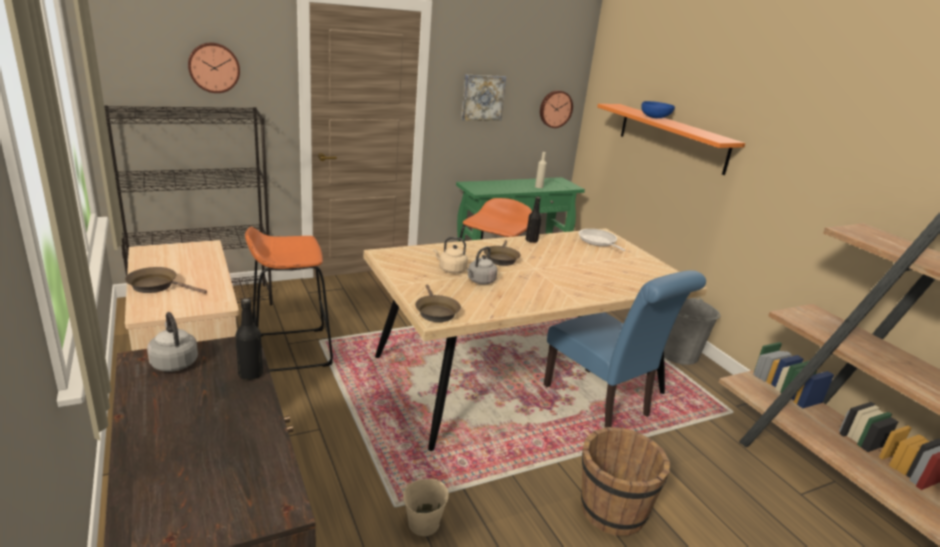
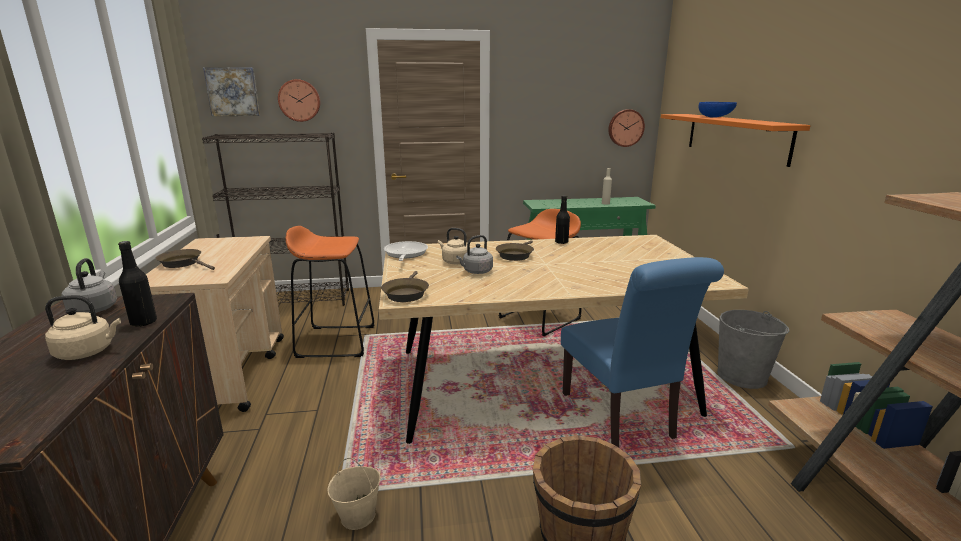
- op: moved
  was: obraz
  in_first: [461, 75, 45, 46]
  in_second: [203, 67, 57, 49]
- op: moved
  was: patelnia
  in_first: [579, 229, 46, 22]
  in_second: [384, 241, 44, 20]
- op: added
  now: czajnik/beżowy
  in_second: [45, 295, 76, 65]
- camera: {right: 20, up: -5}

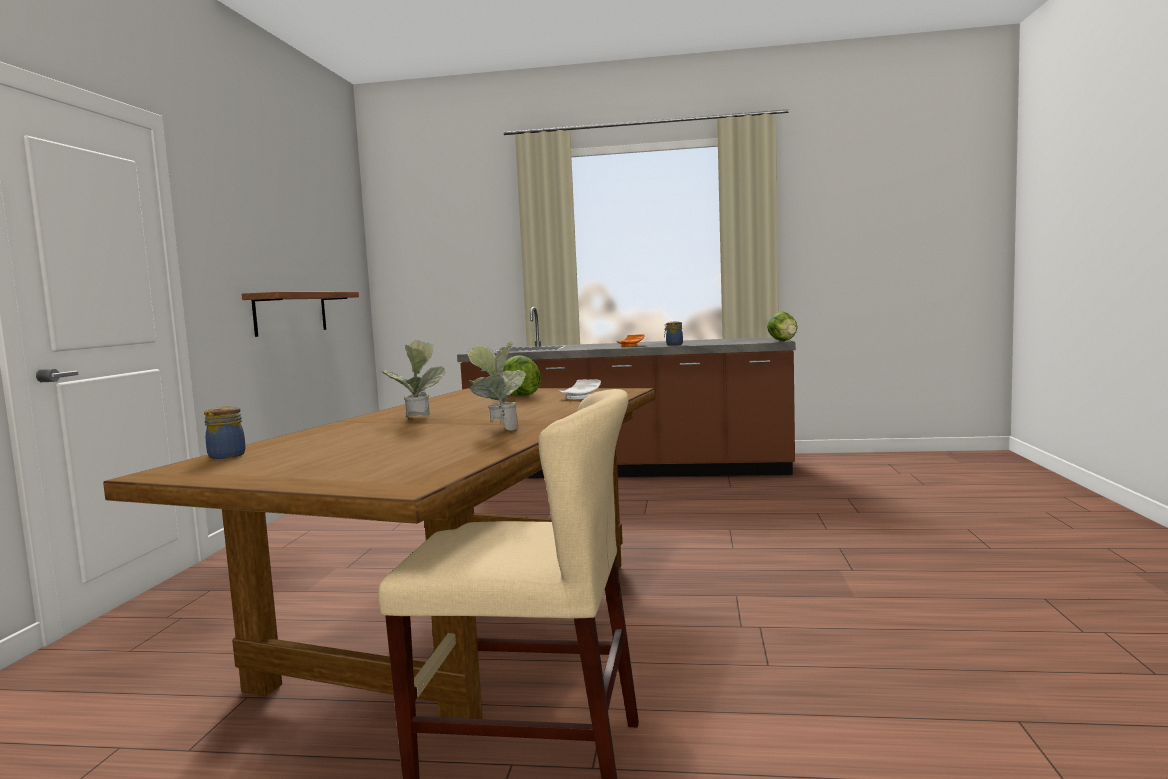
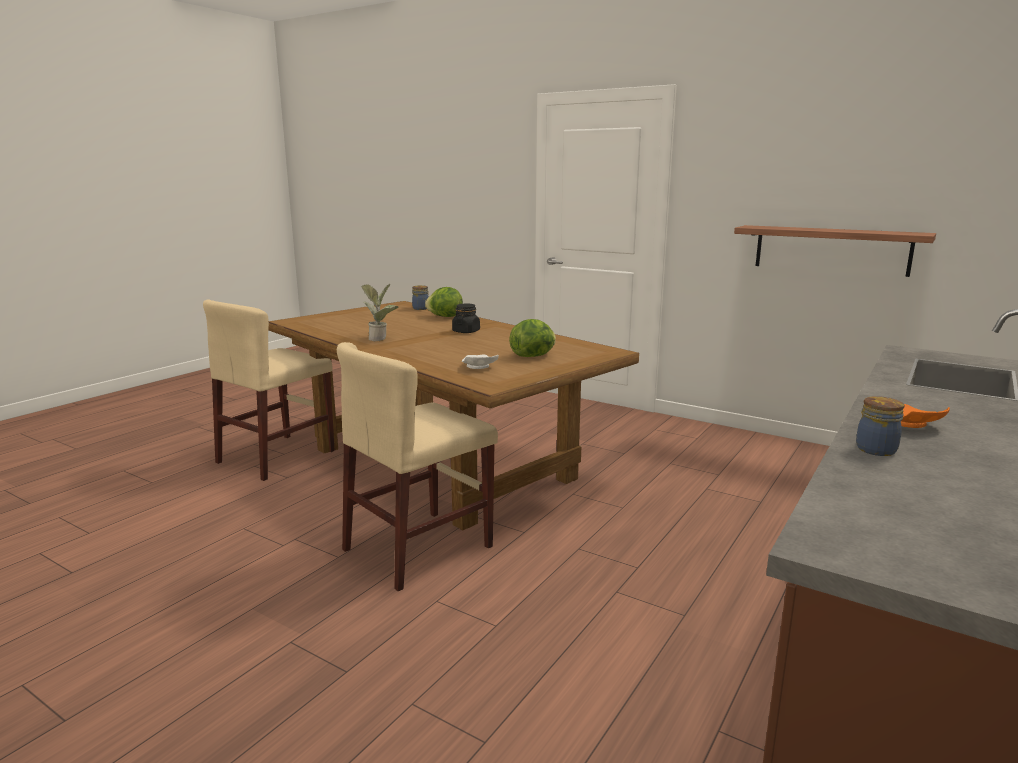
- op: moved
  was: sałata
  in_first: [767, 311, 31, 30]
  in_second: [425, 287, 38, 30]
- op: replaced
  was: roślina doniczkowa
  now: słoik/czarny
  in_first: [382, 340, 63, 77]
  in_second: [452, 304, 28, 29]
- op: added
  now: krzesło/beżowy
  in_second: [337, 342, 161, 249]
- camera: {right: 115, up: 10}

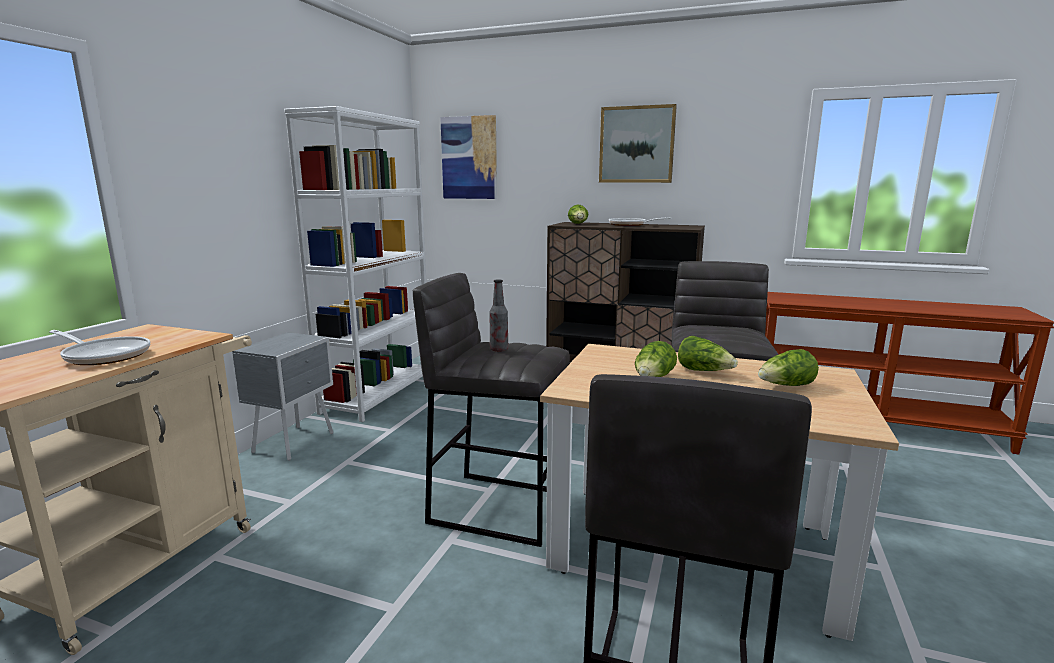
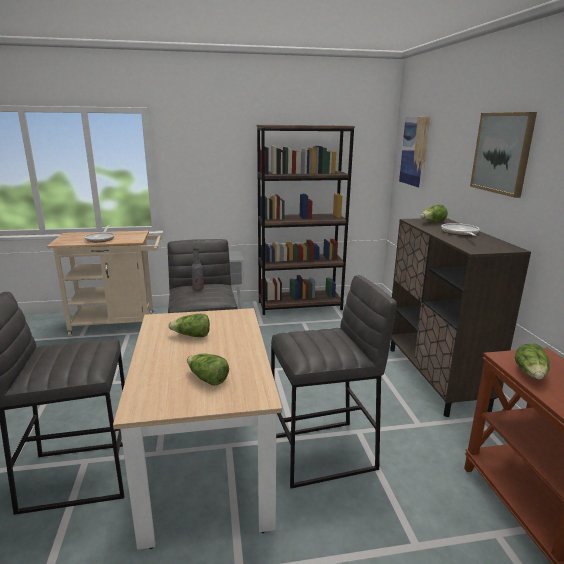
- op: recoloured
  was: regał/biały
  now: regał/brązowy
  in_first: [284, 106, 142, 316]
  in_second: [257, 125, 98, 190]
- op: moved
  was: sałata
  in_first: [678, 336, 60, 35]
  in_second: [515, 343, 35, 36]
- camera: {right: 60, up: 5}

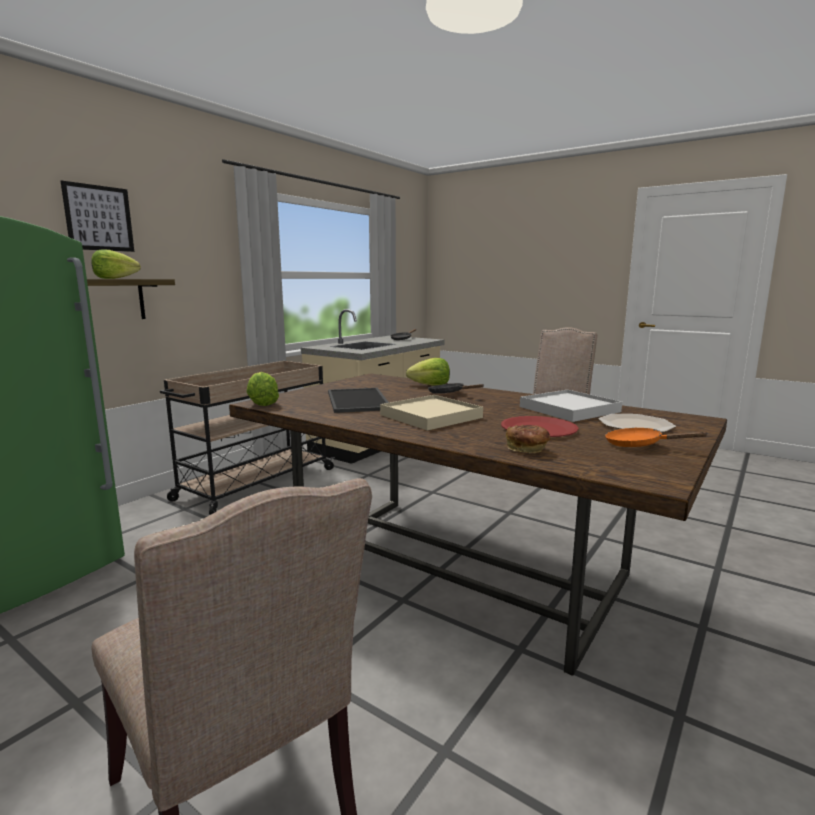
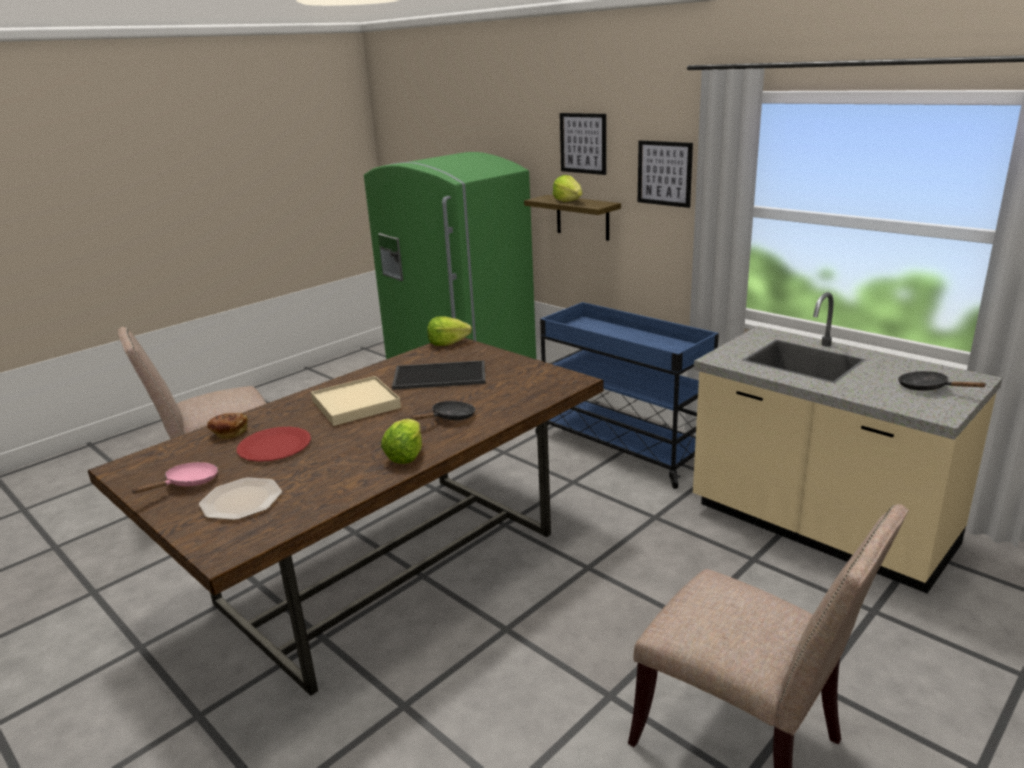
- op: moved
  was: sałata
  in_first: [406, 358, 44, 28]
  in_second: [381, 419, 41, 45]
- op: recoloured
  was: wózek/beżowy
  now: wózek/niebieski
  in_first: [160, 361, 175, 154]
  in_second: [535, 302, 184, 187]
- op: removed
  was: taca/biały
  in_first: [520, 390, 102, 32]
- op: recoloured
  was: patelnia/pomarańczowy
  now: patelnia/różowy
  in_first: [605, 427, 104, 20]
  in_second: [131, 462, 87, 32]
- op: added
  now: obraz
  in_second: [638, 140, 55, 68]
- camera: {right: 100, up: 10}

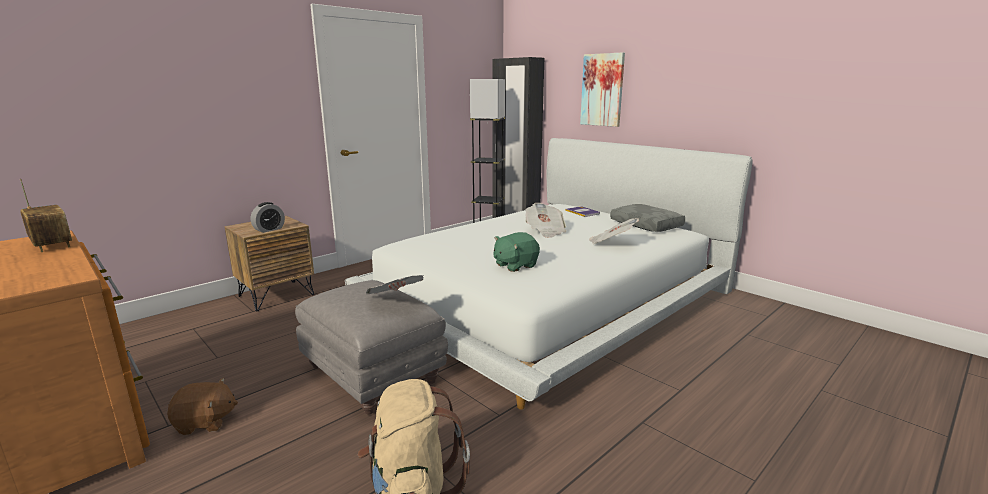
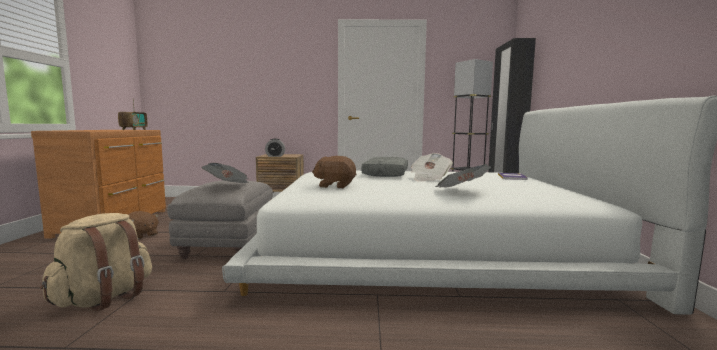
- op: removed
  was: obraz
  in_first: [580, 52, 45, 75]
- op: moved
  was: poduszka/szary
  in_first: [610, 204, 75, 28]
  in_second: [361, 157, 47, 20]
- op: recoloured
  was: pluszak/zielony
  now: pluszak/brązowy
  in_first: [494, 232, 46, 40]
  in_second: [312, 156, 45, 32]
- camera: {right: 45, up: -10}

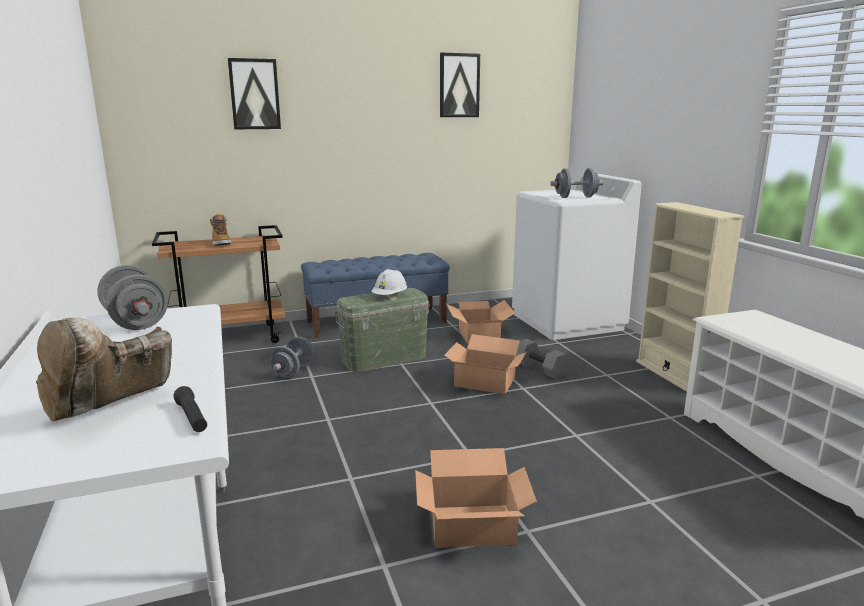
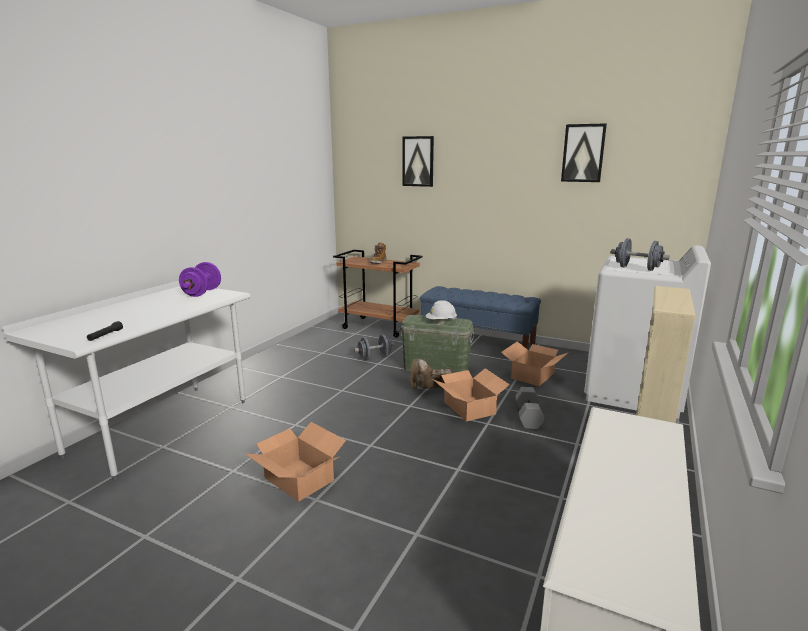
- op: recoloured
  was: hantel/szary
  now: hantel/fioletowy
  in_first: [97, 265, 71, 65]
  in_second: [179, 262, 42, 35]
- op: moved
  was: but z cholewką/brązowy
  in_first: [36, 317, 136, 104]
  in_second: [410, 359, 42, 30]
- camera: {right: 45, up: 0}

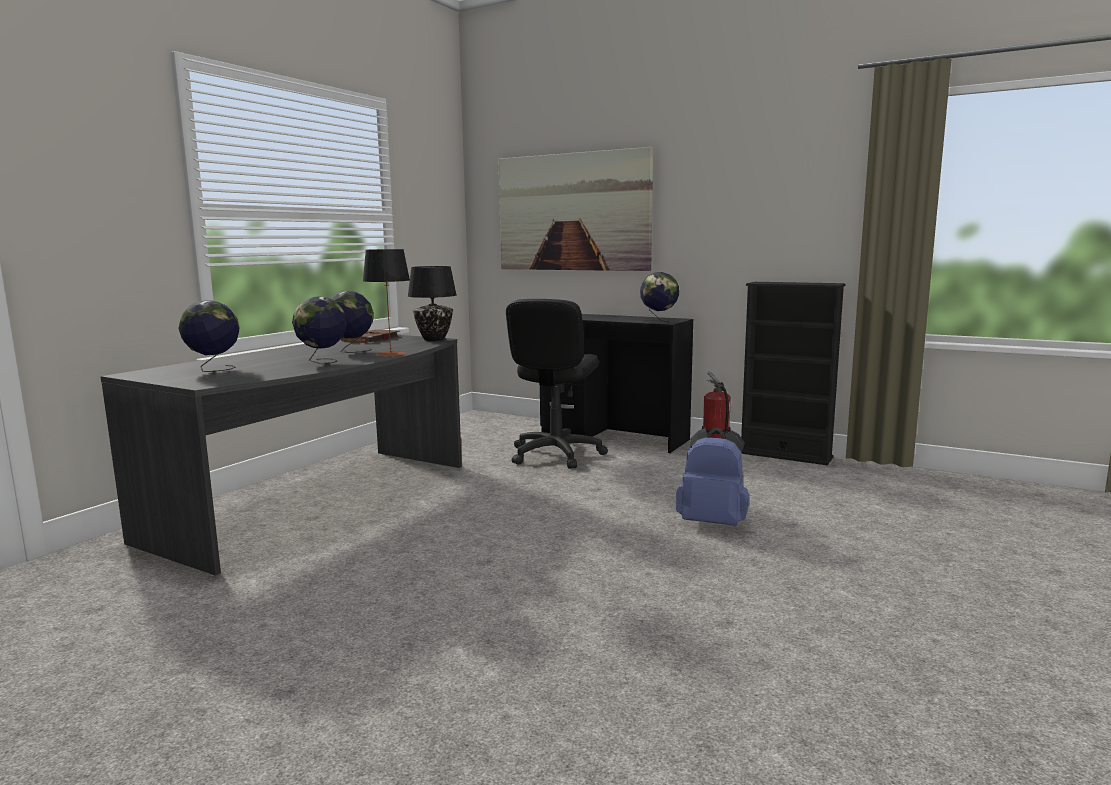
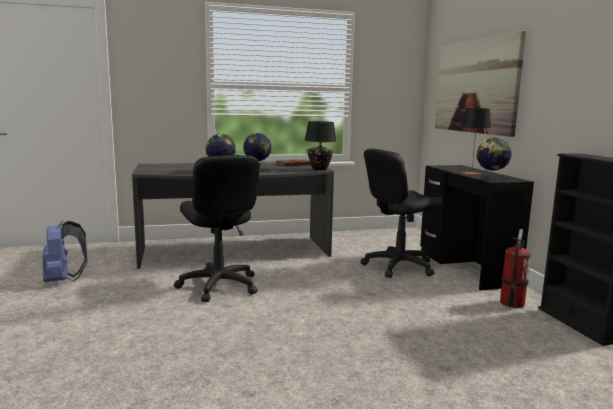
- op: moved
  was: lampa stołowa
  in_first: [363, 249, 47, 108]
  in_second: [461, 108, 30, 67]
- op: removed
  was: globus
  in_first: [178, 301, 62, 71]
- op: moved
  was: plecak/niebieski
  in_first: [676, 427, 73, 99]
  in_second: [42, 221, 46, 61]
- op: added
  now: krzesło biurowe/czarny
  in_second: [174, 155, 86, 147]
- camera: {right: 45, up: 0}

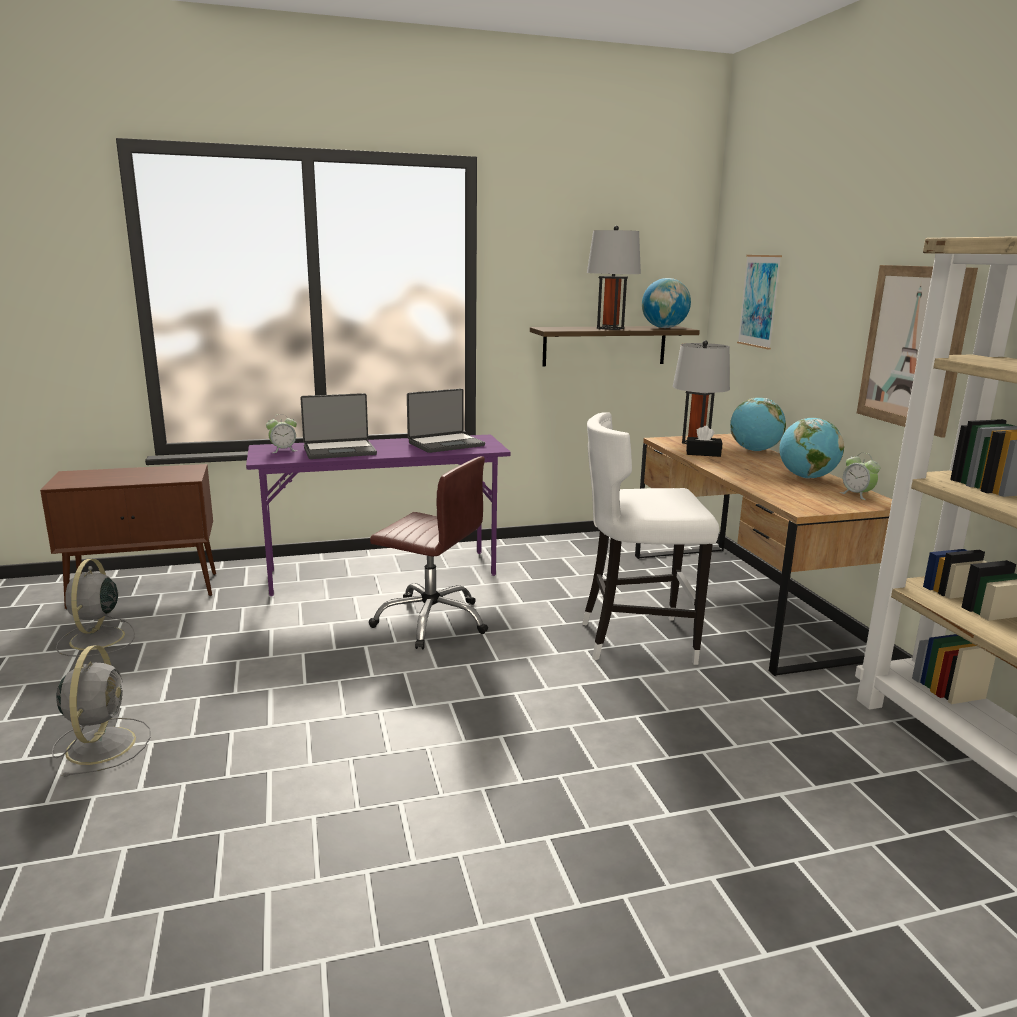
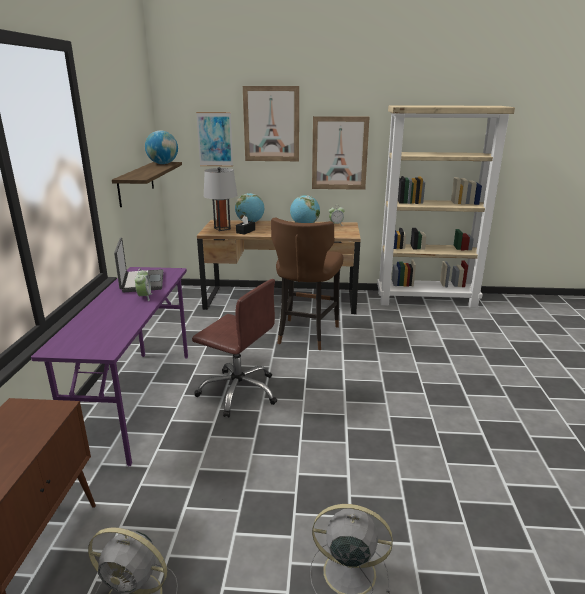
- op: removed
  was: lampa stołowa/szary
  in_first: [587, 226, 54, 104]
- op: removed
  was: laptop
  in_first: [300, 393, 77, 66]
- op: recoloured
  was: stołek/biały
  now: stołek/brązowy
  in_first: [582, 412, 137, 253]
  in_second: [271, 217, 72, 133]
- op: moved
  was: budzik
  in_first: [266, 414, 31, 39]
  in_second: [135, 269, 17, 32]
- op: turned
  was: krzesło biurowe/brązowy
  in_first: [369, 456, 119, 193]
  in_second: [192, 279, 85, 139]
  clockwise: 75
- op: added
  now: obraz
  in_second: [243, 86, 56, 75]
- camera: {right: -70, up: 5}

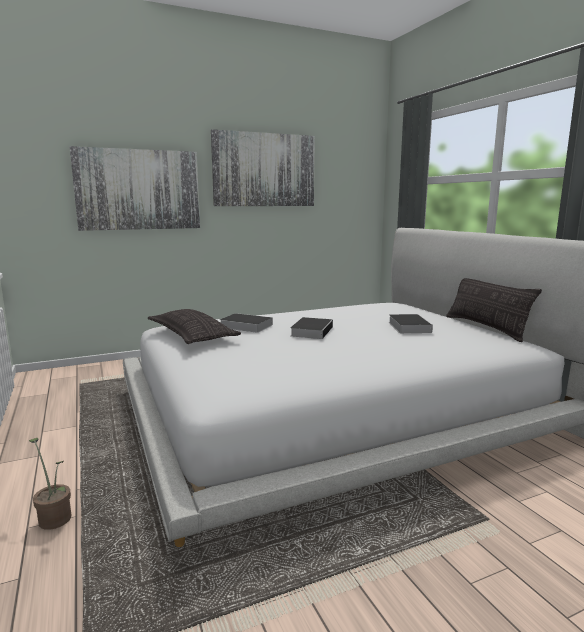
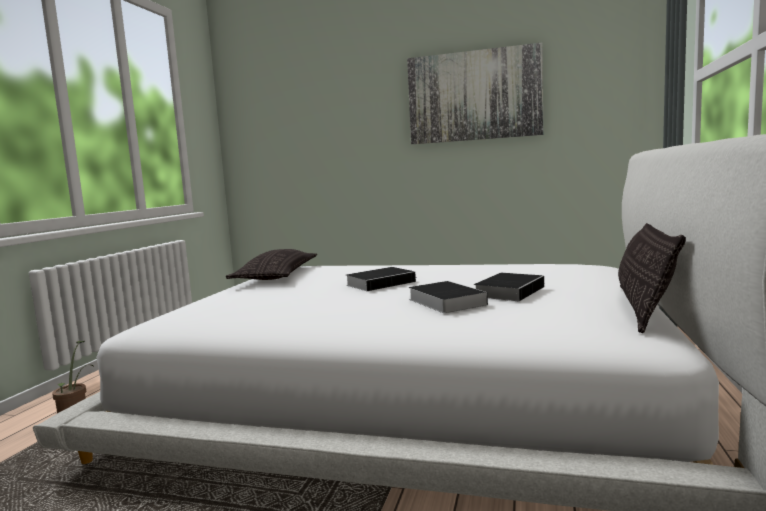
- op: removed
  was: obraz
  in_first: [69, 146, 131, 85]
- op: moved
  was: książka
  in_first: [220, 313, 52, 20]
  in_second: [408, 281, 80, 32]
- camera: {right: 40, up: -5}

